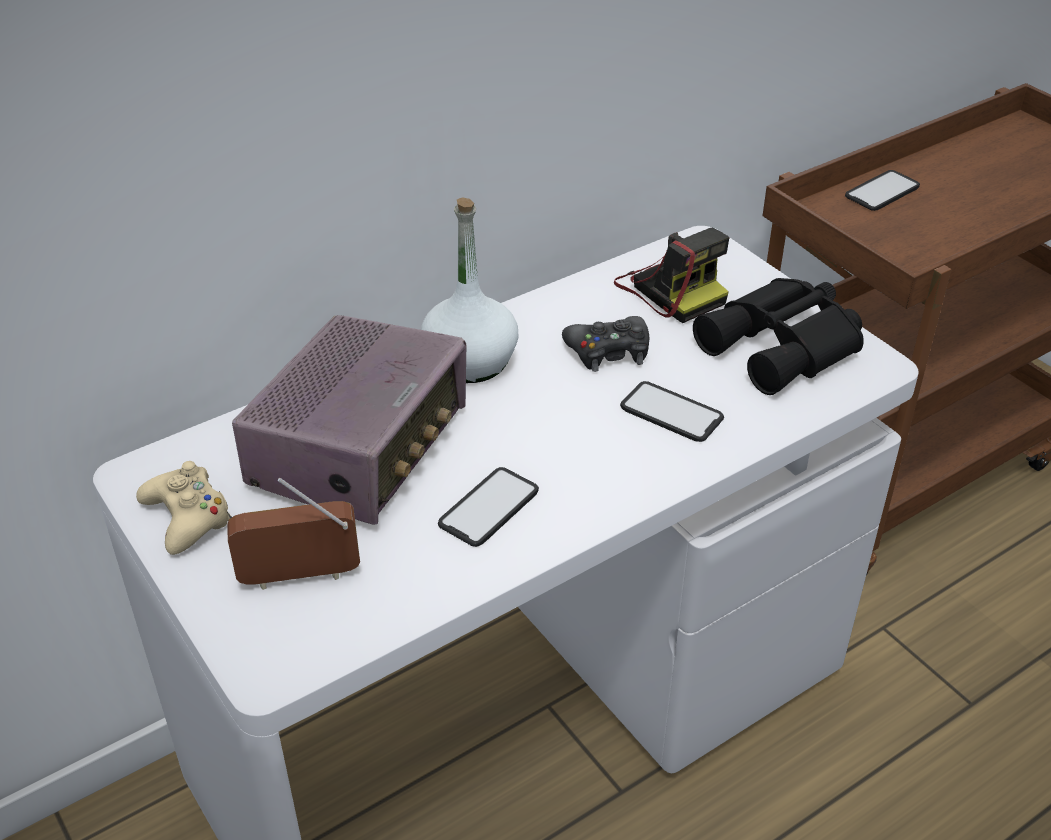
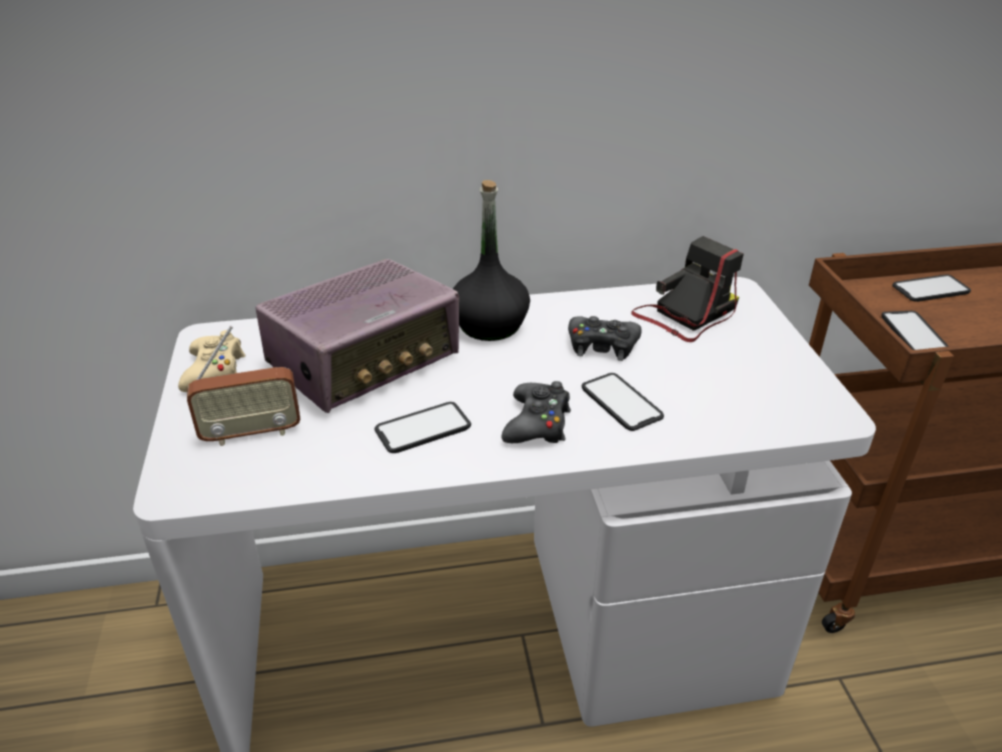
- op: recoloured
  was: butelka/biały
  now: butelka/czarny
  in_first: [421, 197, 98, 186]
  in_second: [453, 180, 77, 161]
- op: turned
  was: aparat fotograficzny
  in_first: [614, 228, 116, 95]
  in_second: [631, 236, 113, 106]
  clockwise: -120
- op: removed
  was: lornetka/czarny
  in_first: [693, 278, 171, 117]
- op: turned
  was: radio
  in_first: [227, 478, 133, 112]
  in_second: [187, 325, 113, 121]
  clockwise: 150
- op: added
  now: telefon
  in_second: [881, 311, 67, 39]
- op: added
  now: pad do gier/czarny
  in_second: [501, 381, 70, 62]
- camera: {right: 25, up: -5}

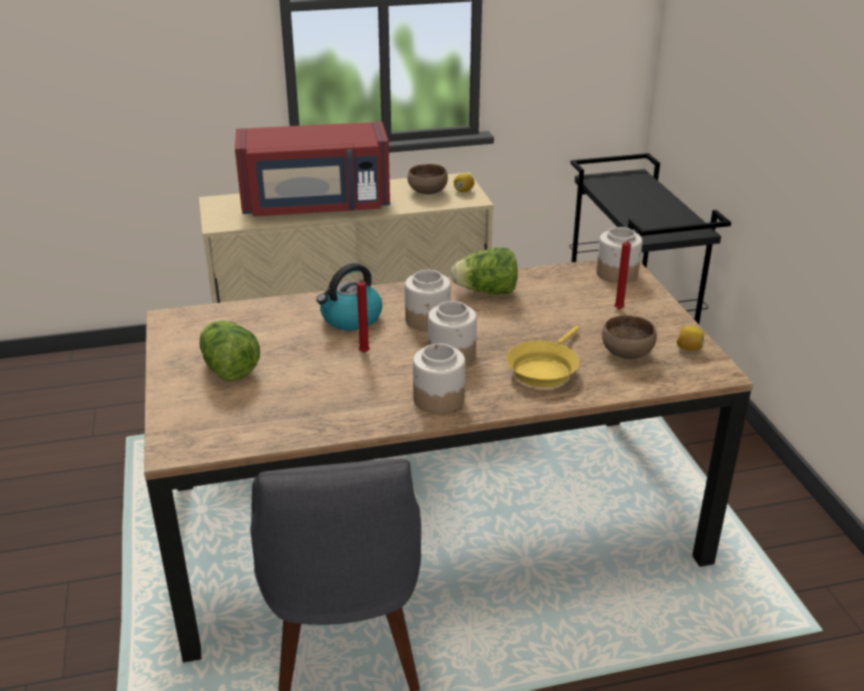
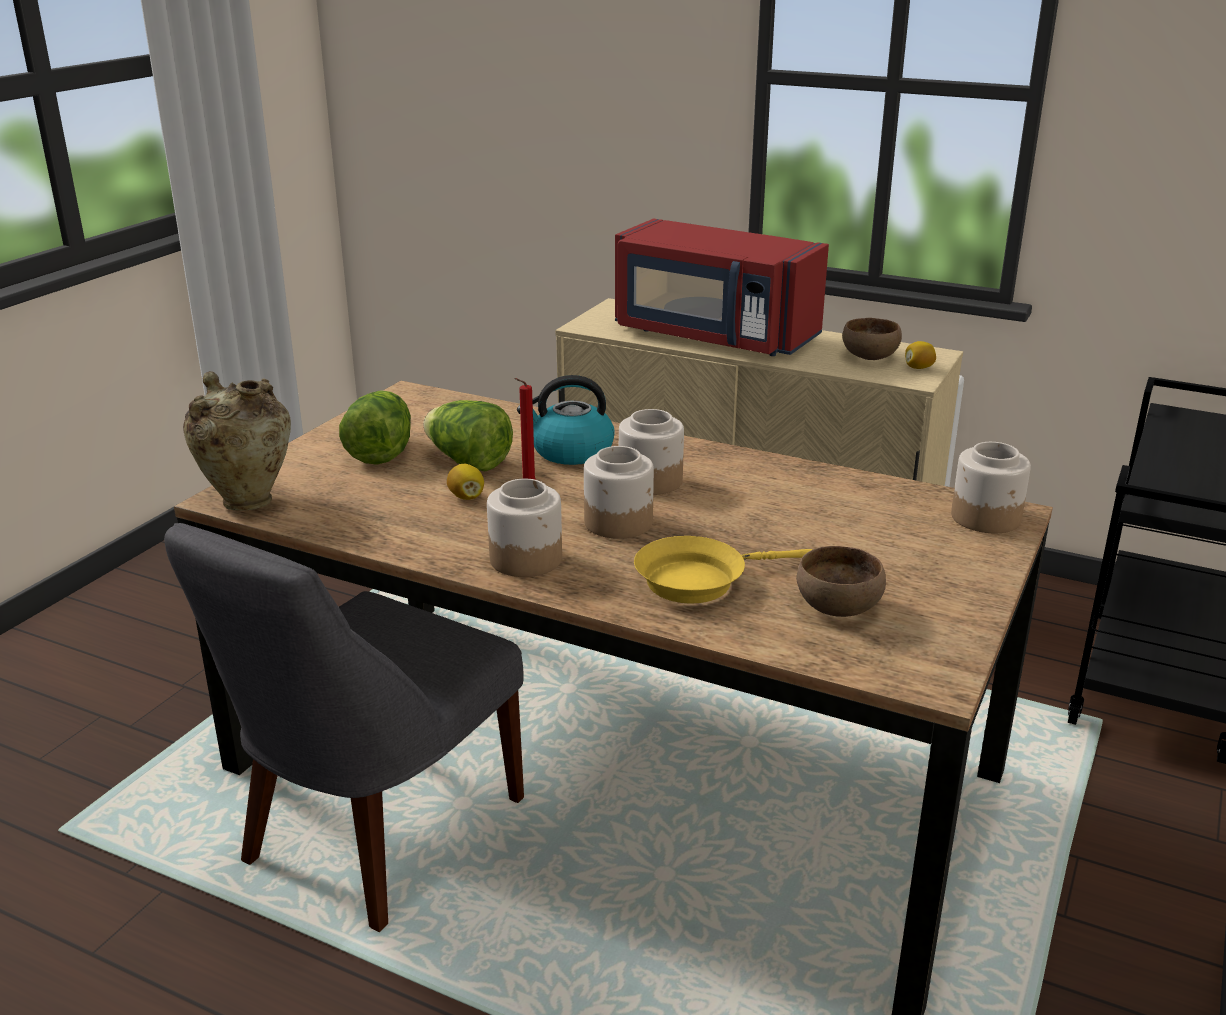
- op: removed
  was: świeca/czerwony
  in_first: [614, 238, 21, 71]
- op: moved
  was: sałata
  in_first: [451, 247, 67, 47]
  in_second: [423, 400, 90, 71]
- op: moved
  was: cytryna
  in_first: [677, 326, 27, 25]
  in_second: [447, 464, 37, 36]
- op: added
  now: wazon/beżowy
  in_second: [183, 371, 108, 140]
- camera: {right: 40, up: -5}

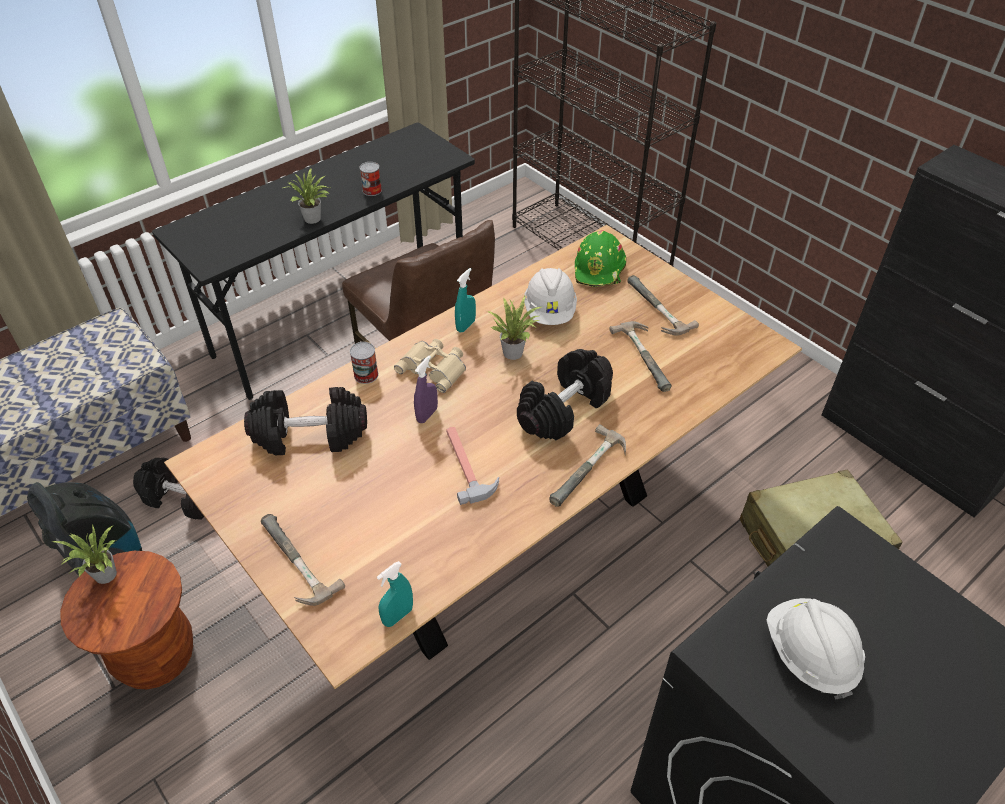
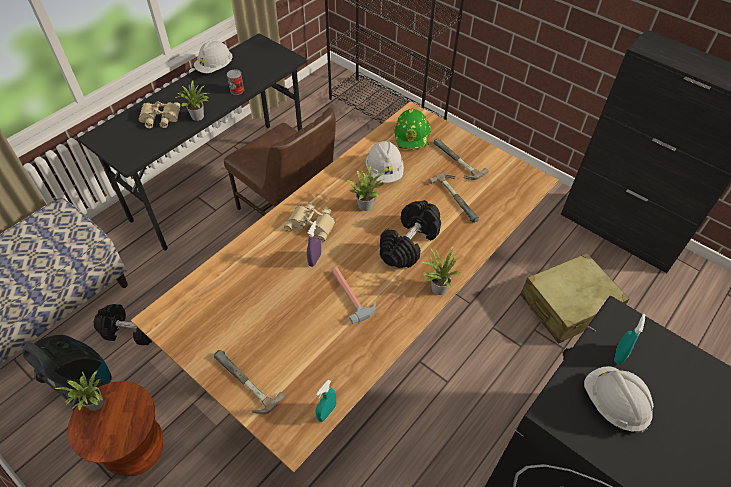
- op: moved
  was: spryskiwacz/turkusowy
  in_first: [455, 268, 21, 65]
  in_second: [614, 314, 31, 50]
- op: removed
  was: puszka
  in_first: [350, 342, 29, 42]
- op: removed
  was: hantel/czarny
  in_first: [244, 387, 123, 68]
- op: replaced
  was: młotek
  now: roślina doniczkowa
  in_first: [550, 424, 76, 83]
  in_second: [421, 245, 41, 50]
- op: added
  now: kask/biały
  in_second: [194, 40, 38, 33]
- op: added
  now: lornetka/beżowy
  in_second: [139, 101, 41, 27]
- camera: {right: -10, up: 5}

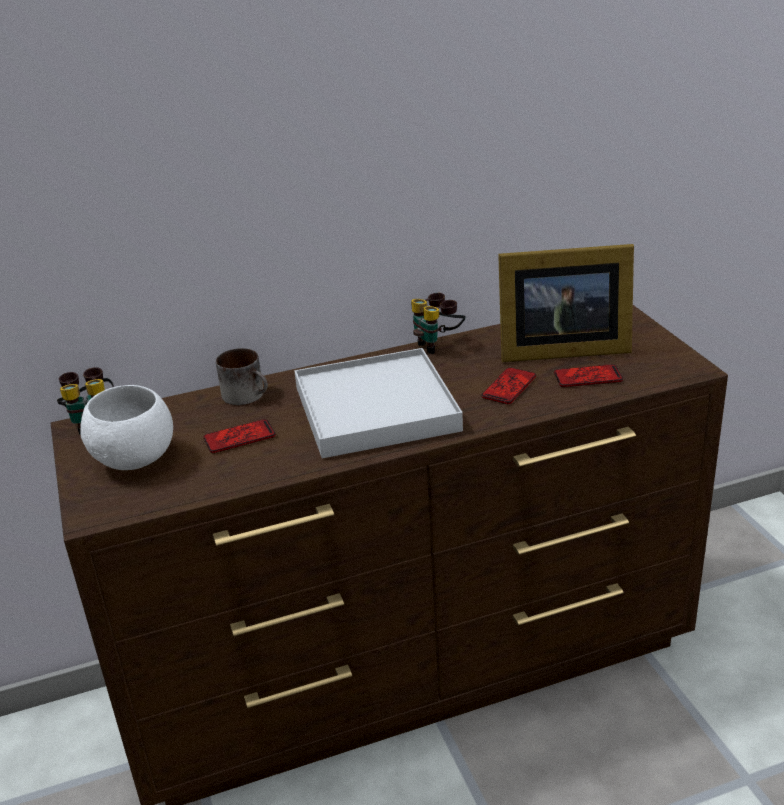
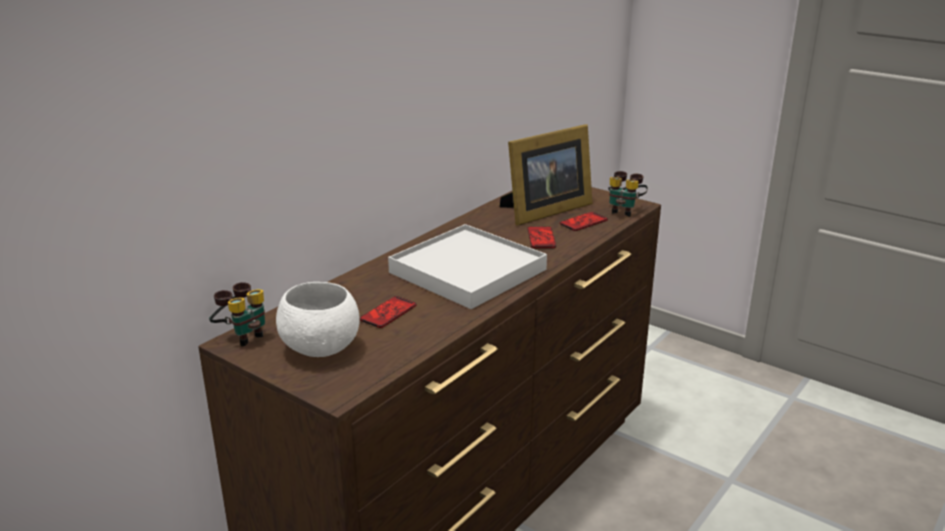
- op: moved
  was: lornetka
  in_first: [411, 293, 54, 61]
  in_second: [608, 171, 40, 46]
- op: removed
  was: kubek
  in_first: [216, 348, 52, 57]
- camera: {right: -35, up: -5}

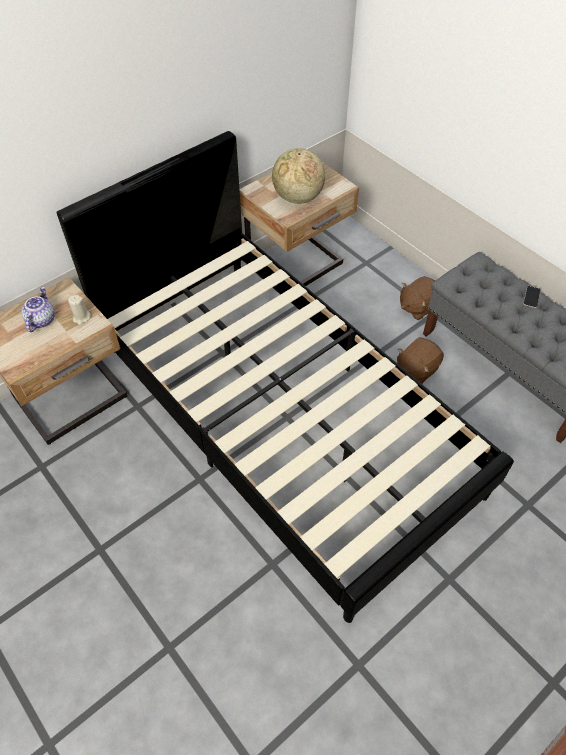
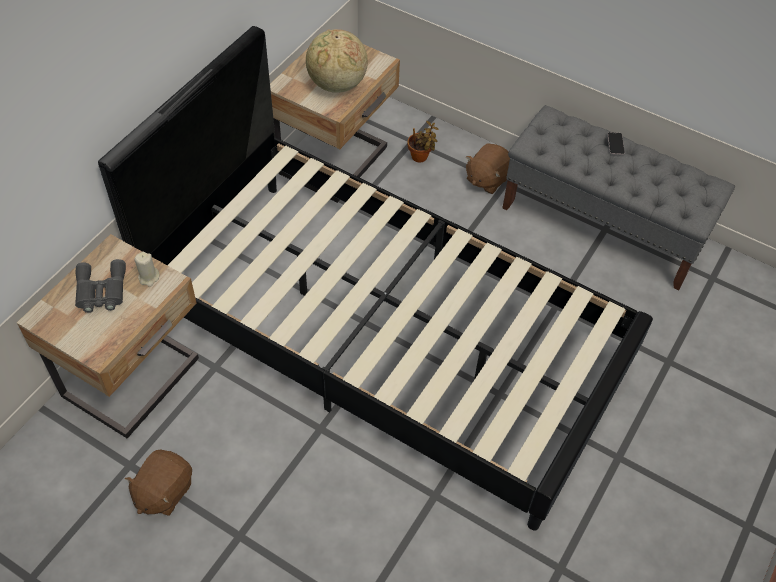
- op: replaced
  was: imbryk
  now: lornetka/szary
  in_first: [21, 287, 34, 45]
  in_second: [75, 259, 51, 54]
- op: moved
  was: pluszak/brązowy
  in_first: [397, 337, 47, 47]
  in_second: [125, 449, 67, 67]
- op: added
  now: roślina doniczkowa
  in_second: [408, 121, 31, 42]
- camera: {right: -20, up: 0}

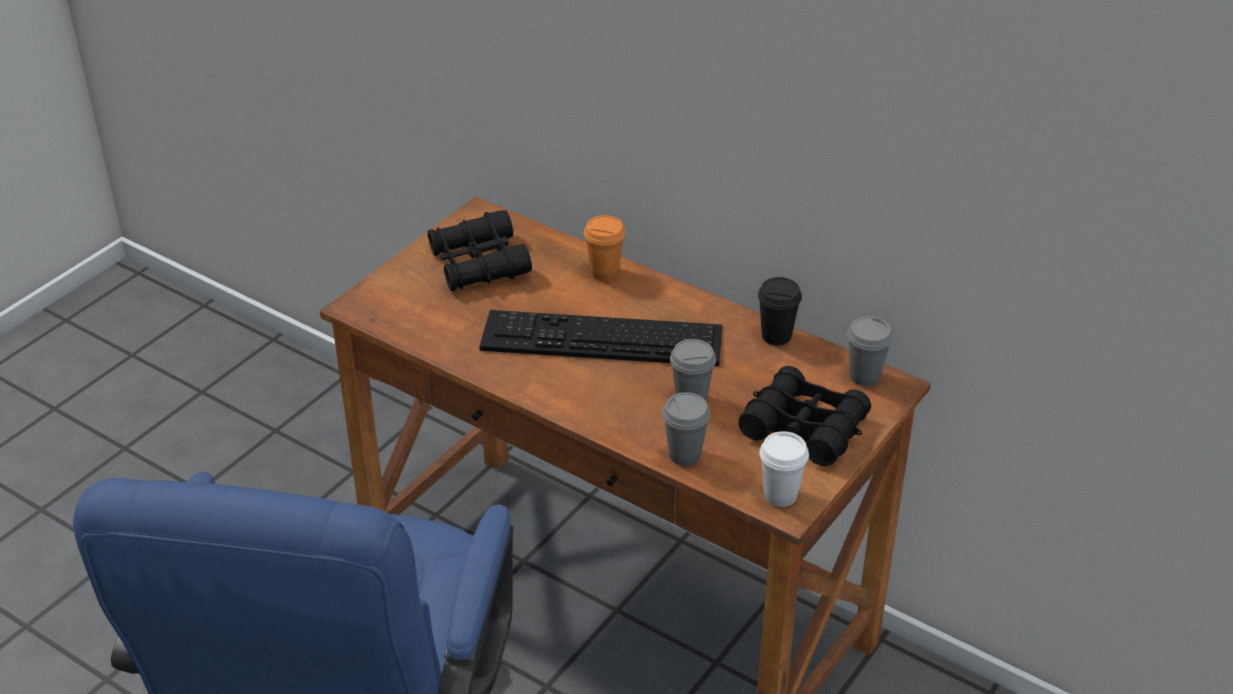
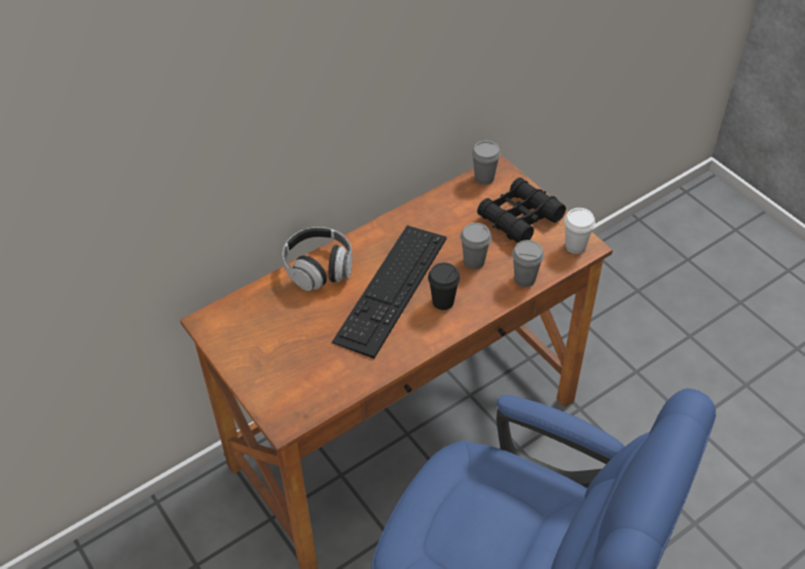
- op: removed
  was: lornetka/czarny
  in_first: [428, 210, 104, 81]
- op: replaced
  was: filiżanka/pomarańczowy
  now: słuchawki
  in_first: [584, 215, 42, 66]
  in_second: [283, 227, 69, 64]
- op: moved
  was: filiżanka/czarny
  in_first: [758, 277, 44, 68]
  in_second: [428, 263, 32, 47]
- camera: {right: -70, up: 10}

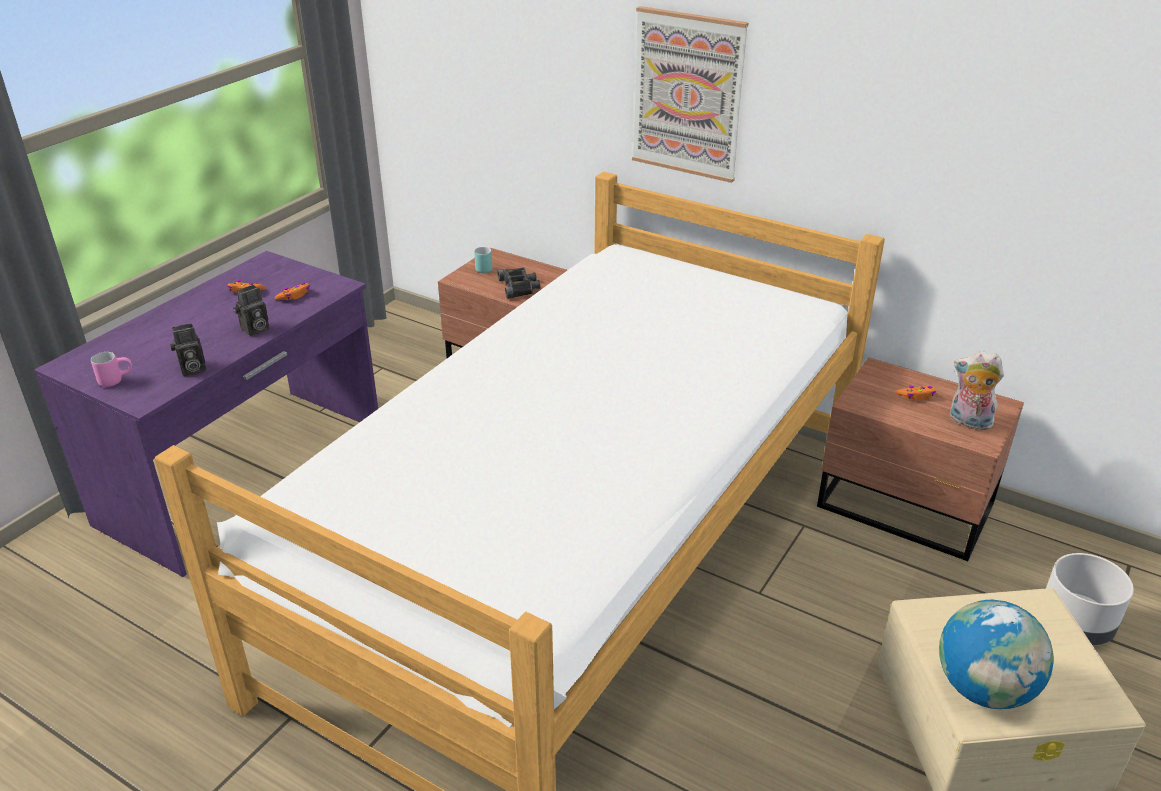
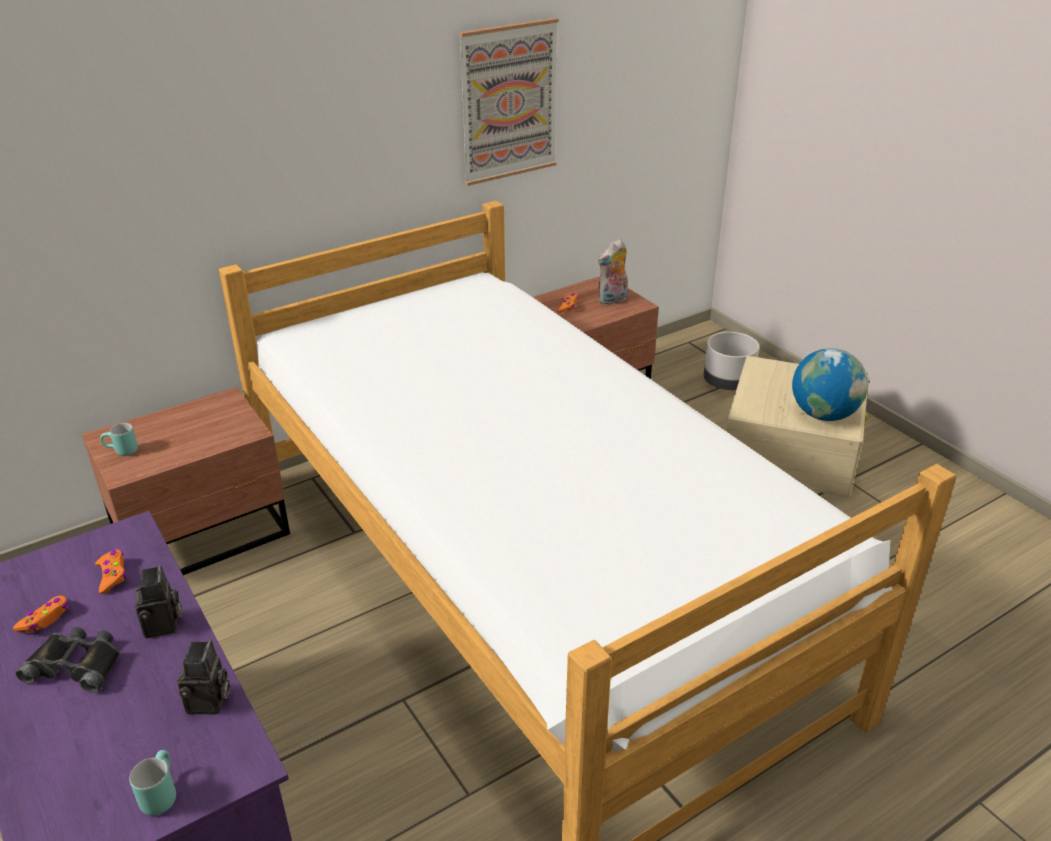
- op: moved
  was: obraz
  in_first: [632, 6, 116, 177]
  in_second: [458, 18, 101, 168]
- op: moved
  was: lornetka/czarny
  in_first: [498, 267, 42, 32]
  in_second: [15, 627, 105, 66]
- op: recoloured
  was: kubek/różowy
  now: kubek/turkusowy
  in_first: [91, 352, 41, 35]
  in_second: [129, 750, 47, 65]
- camera: {right: -65, up: 0}

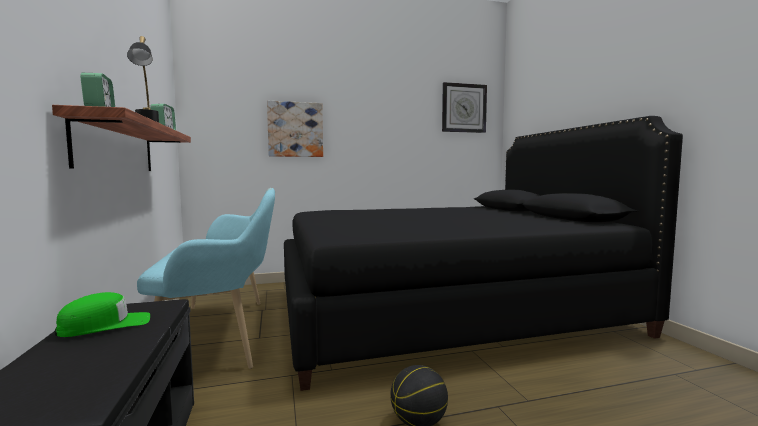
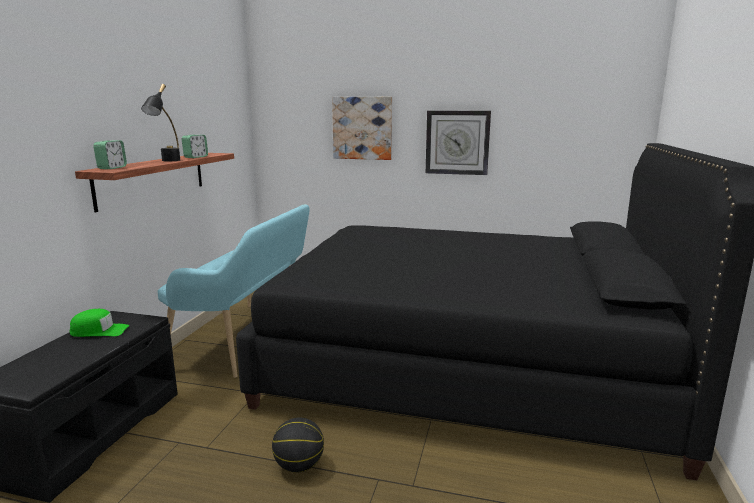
- op: moved
  was: zegar ścienny
  in_first: [442, 82, 45, 51]
  in_second: [426, 111, 65, 64]
- camera: {right: 30, up: 10}

